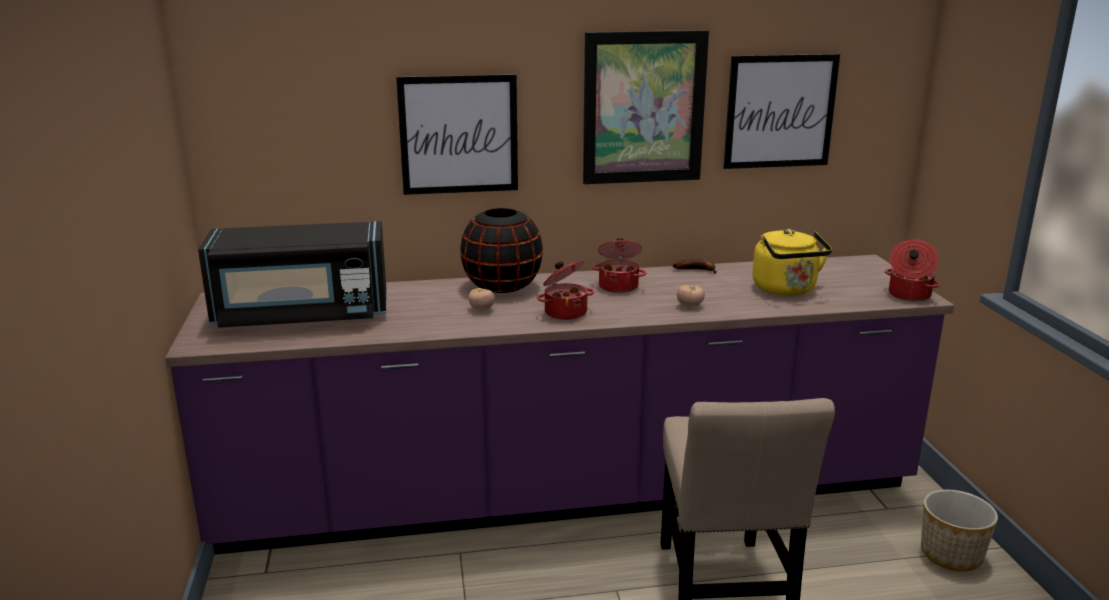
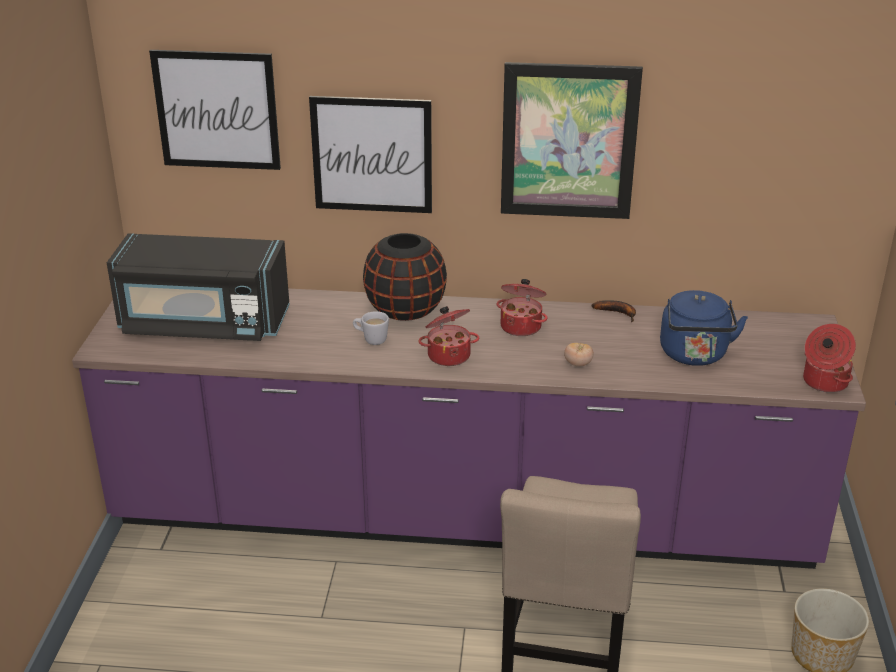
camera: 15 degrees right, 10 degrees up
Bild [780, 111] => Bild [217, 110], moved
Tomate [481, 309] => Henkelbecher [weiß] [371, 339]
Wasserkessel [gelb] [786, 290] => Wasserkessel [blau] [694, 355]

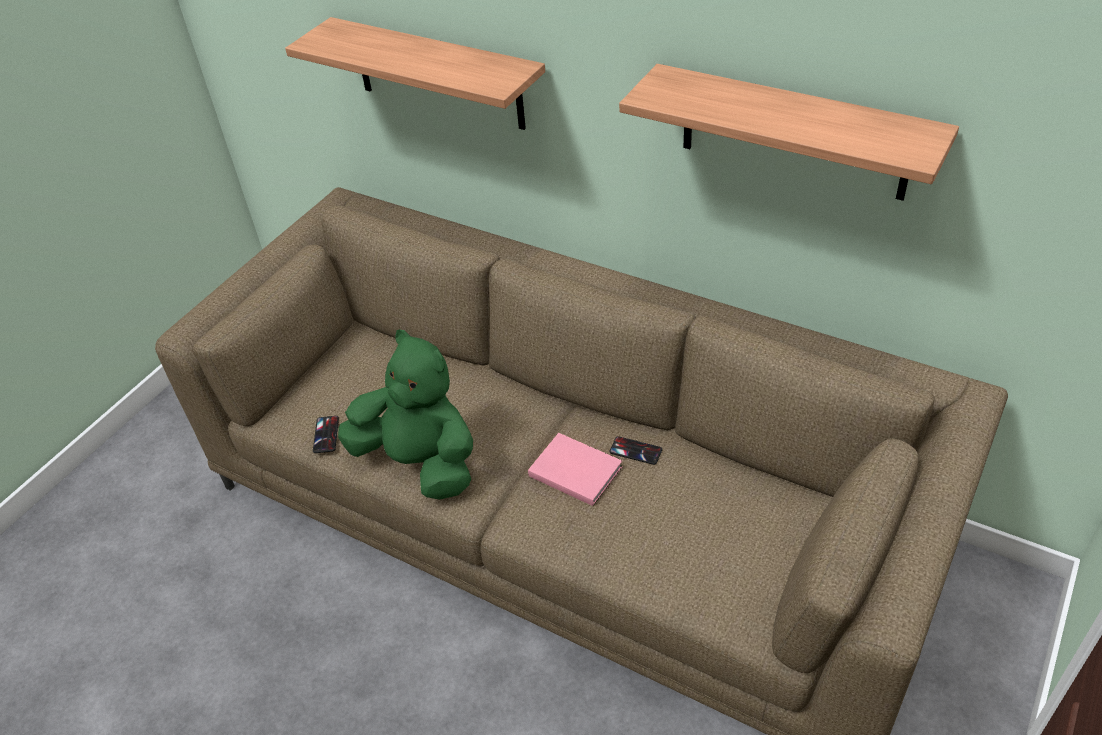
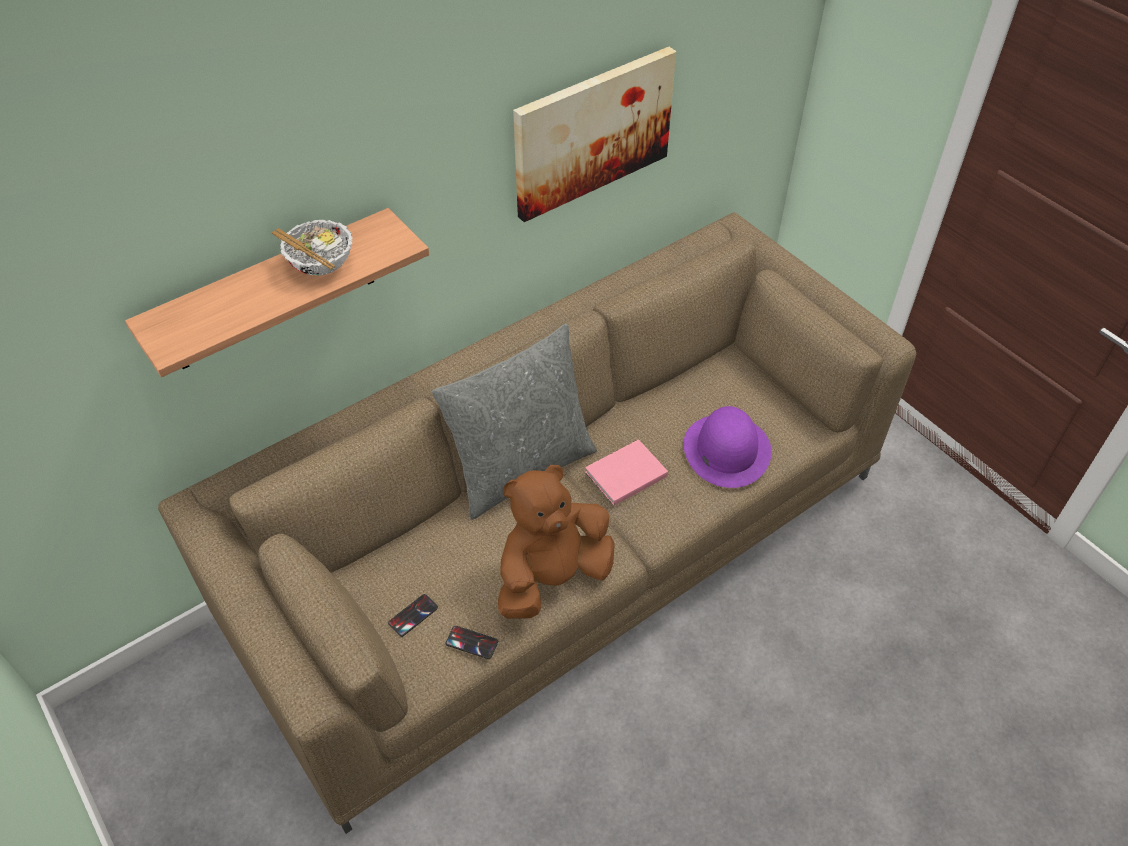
camera: 70 degrees left, 5 degrees up
nothing => Schüssel [320, 265]
Handy [635, 451] => Handy [413, 615], moved
nothing => Kissen [grau] [521, 467]
Plüschtier [grün] [420, 462] => Plüschtier [braun] [552, 577]
Wandregal [794, 133] => Bild [592, 132]
nothing => Hut [lila] [726, 449]

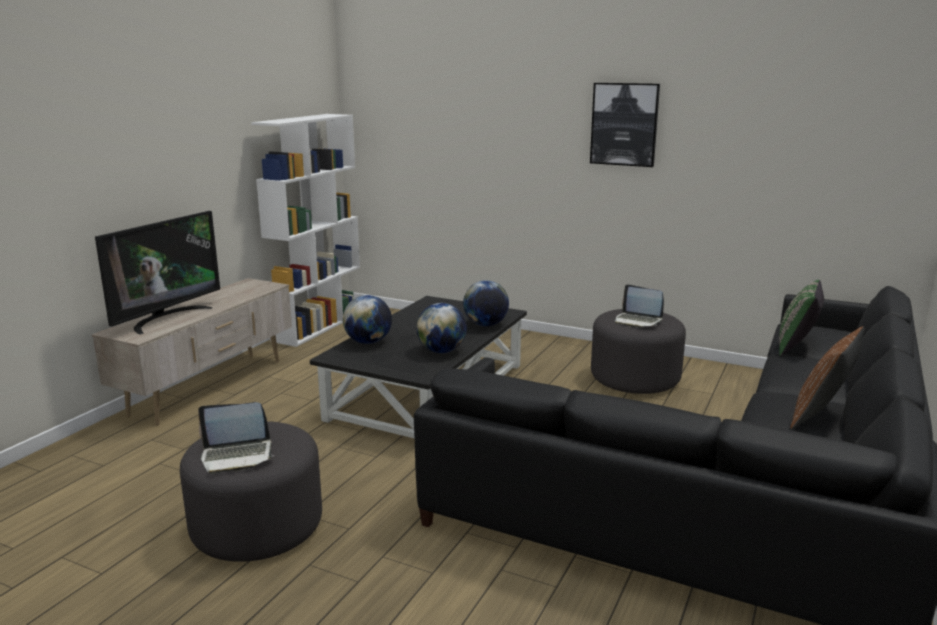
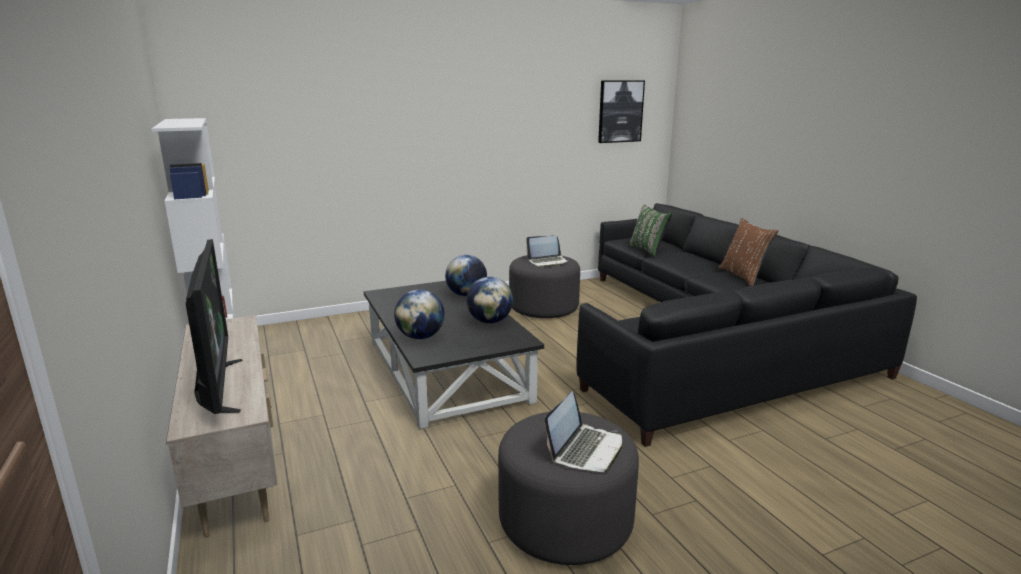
camera: 50 degrees left, 0 degrees up
Bild [624, 124] => Bild [620, 111], moved

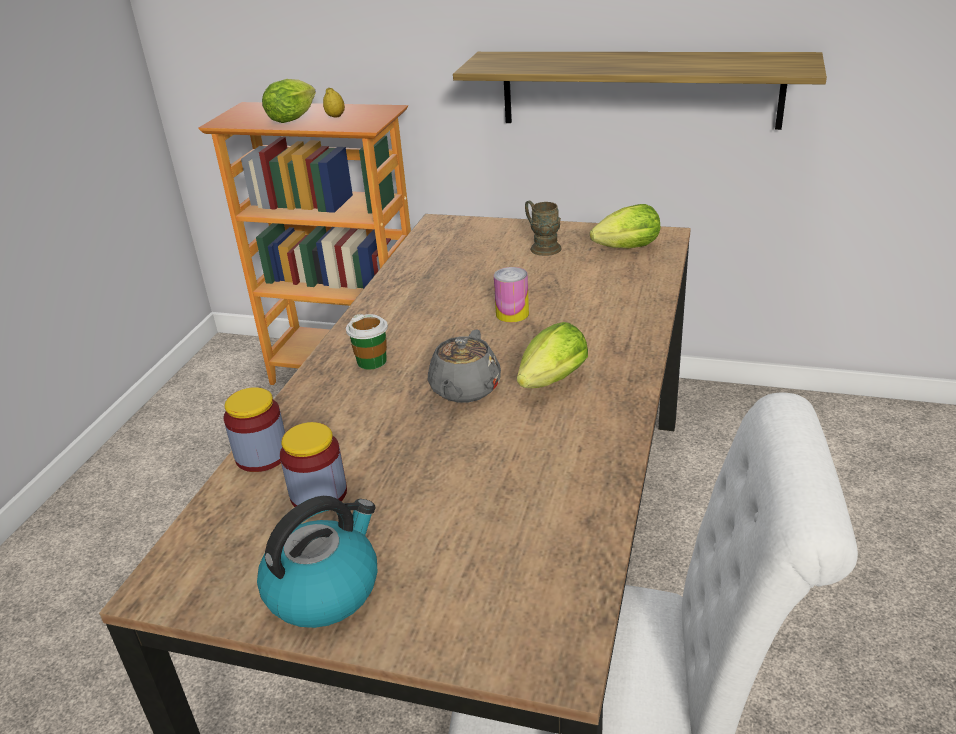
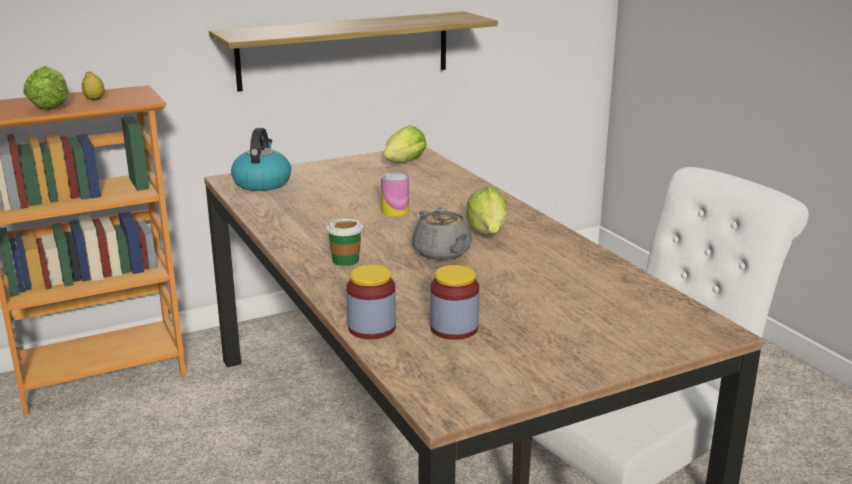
camera: 45 degrees left, 10 degrees down
Wasserkessel [324, 589] => Wasserkessel [262, 183], moved
Henkelbecher [braun] [541, 247] => nothing

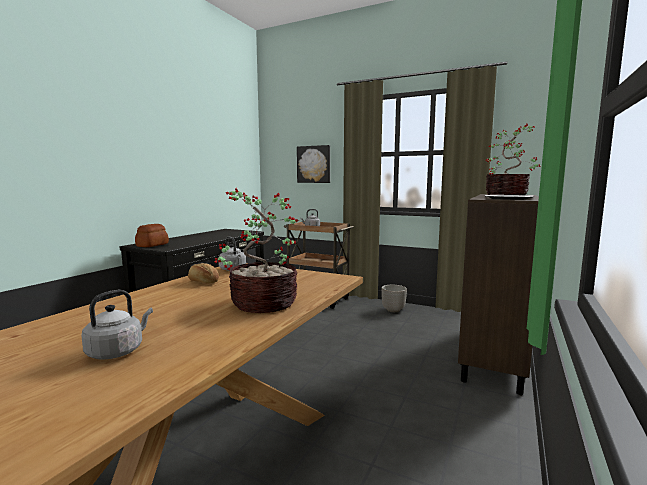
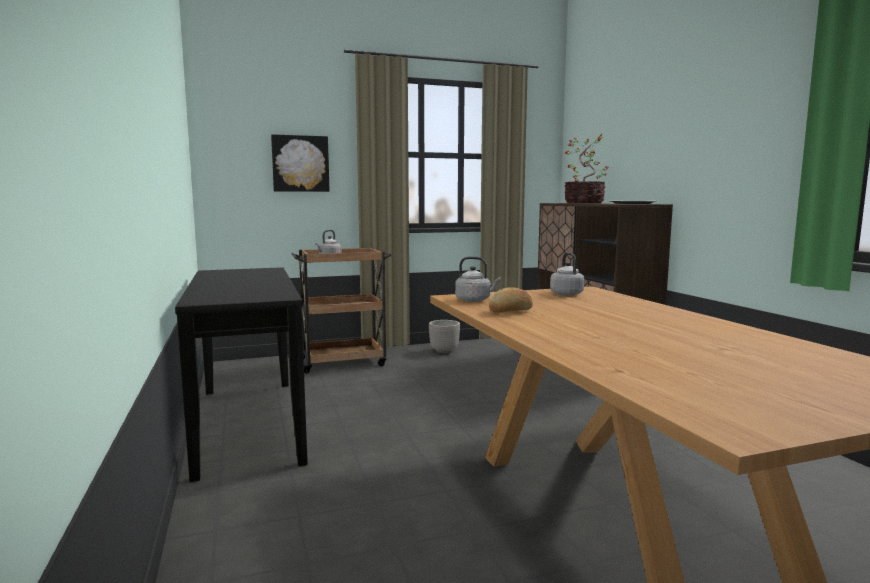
camera: 45 degrees left, 0 degrees up
Wasserkessel [grau] [118, 351] => Wasserkessel [grau] [565, 293], moved
Brot [152, 245] => nothing
Topfpflanze [261, 304] => nothing

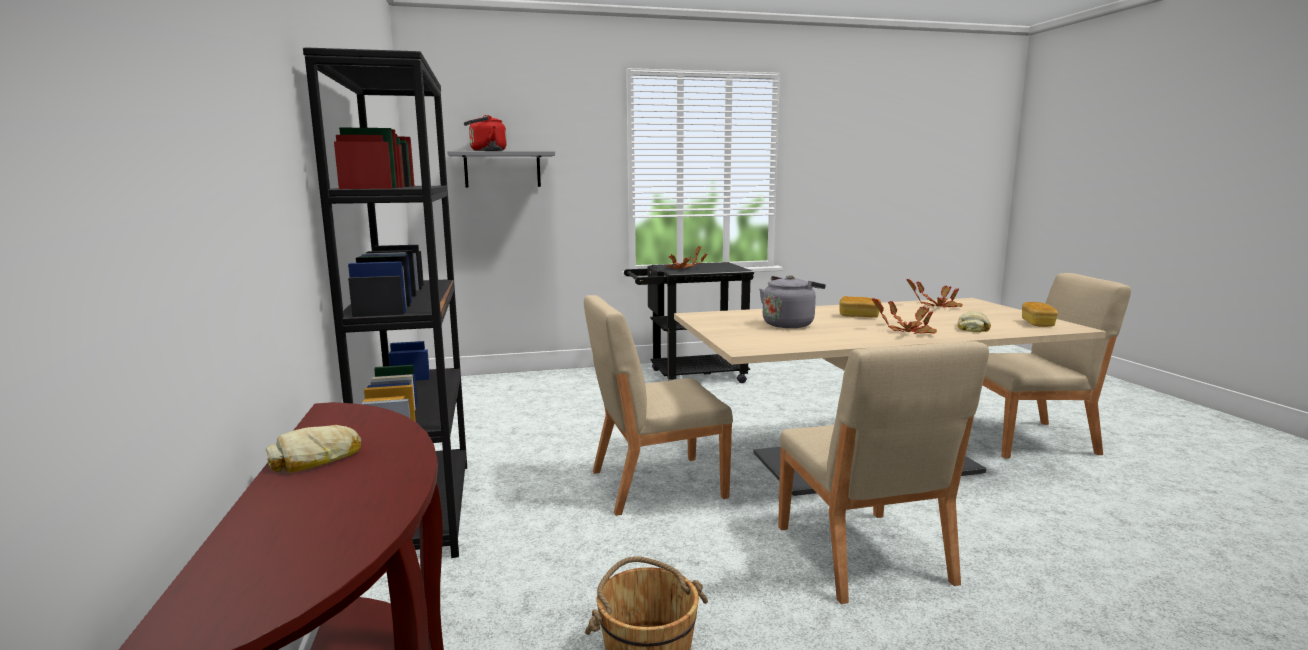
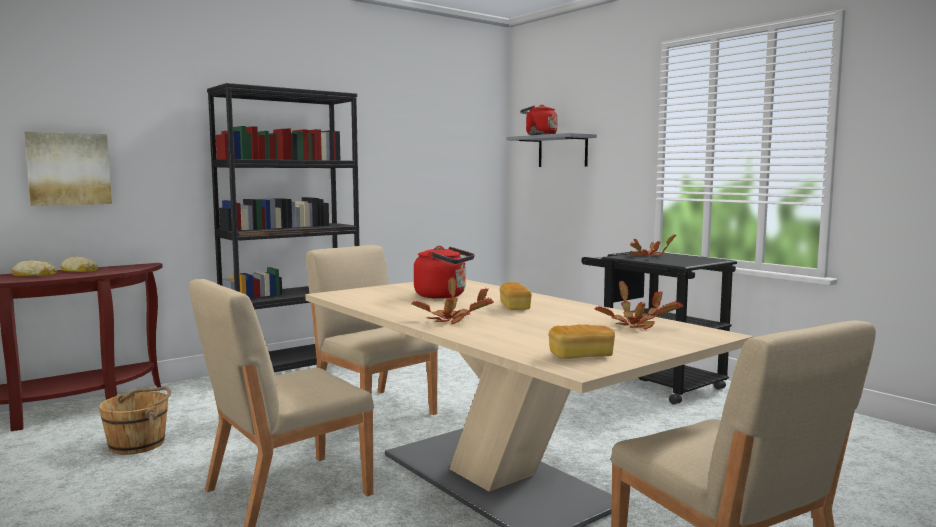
camera: 65 degrees right, 5 degrees down
Brot [973, 327] => Brot [34, 275], moved
nothing => Bild [69, 169]
Wasserkessel [grau] [789, 324] => Wasserkessel [rot] [443, 296]

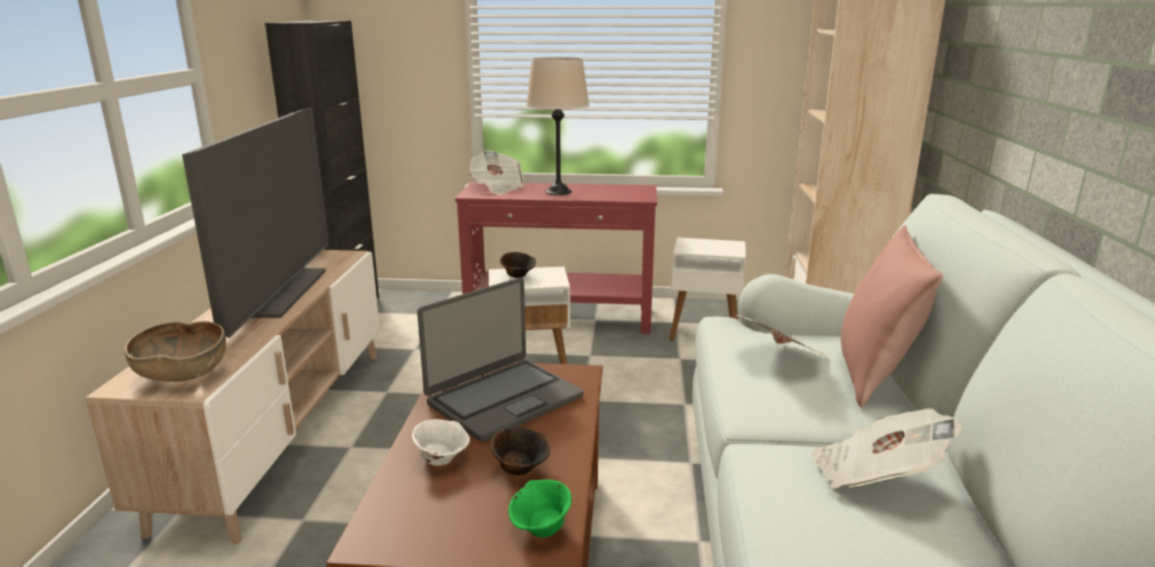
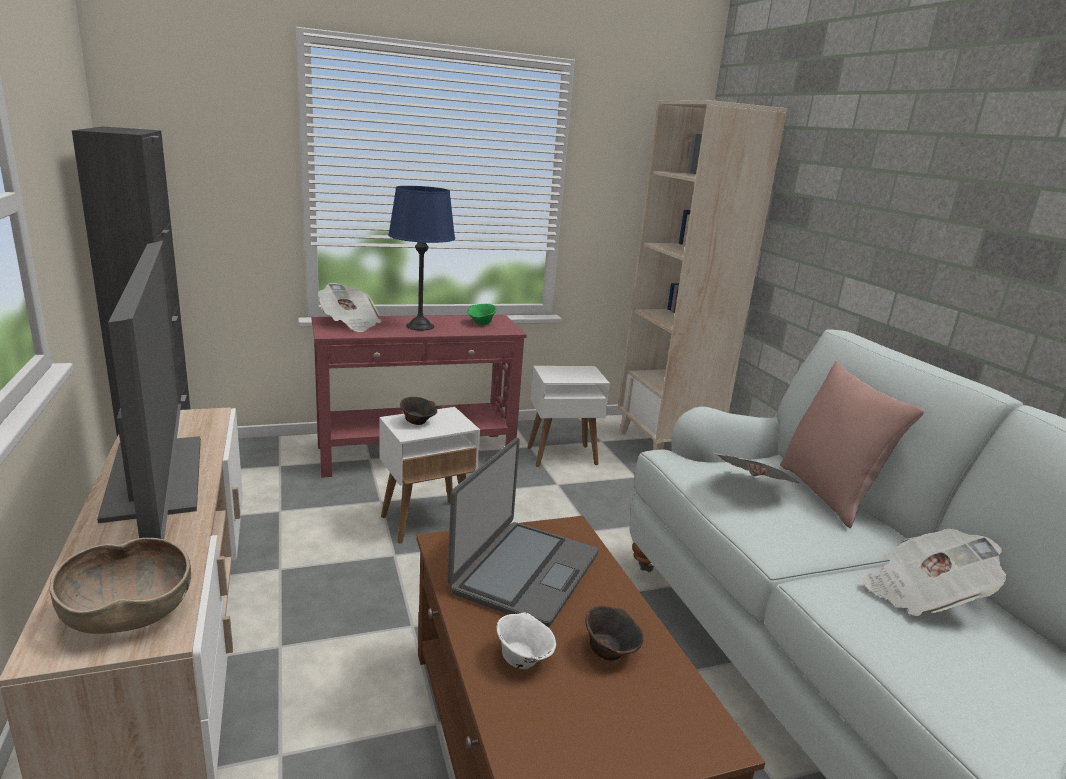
camera: 25 degrees left, 0 degrees up
Tischlampe [beige] [558, 192] => Tischlampe [blau] [420, 326]
Schüssel [grün] [541, 529] => Schüssel [grün] [481, 324], moved

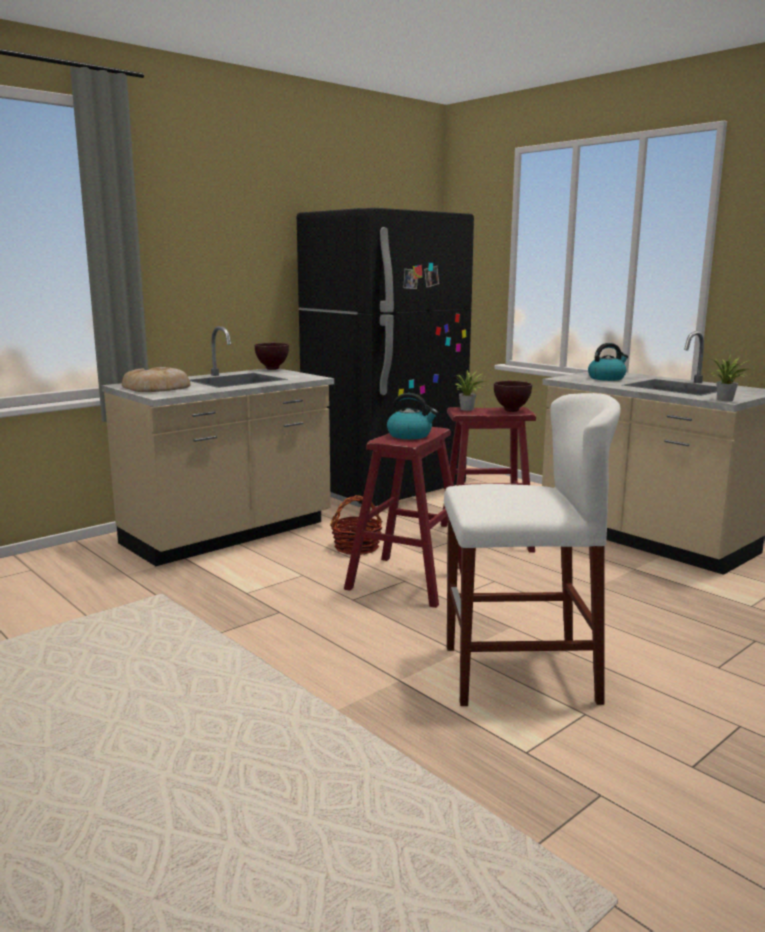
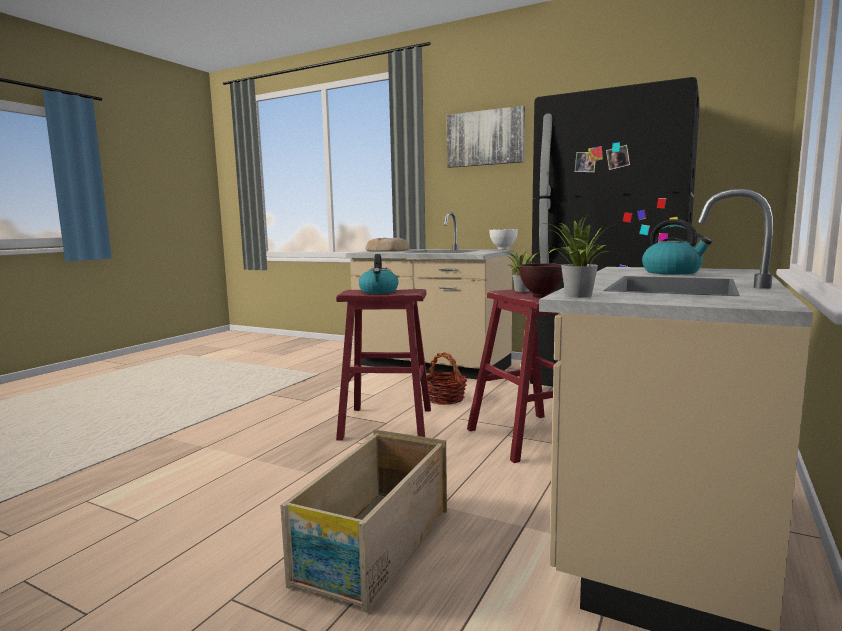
camera: 70 degrees right, 5 degrees down
nothing => Kiste [374, 546]
nothing => Bild [485, 138]
Schüssel [braun] [272, 369] => Schüssel [weiß] [503, 249]
Hocker [weiß] [519, 674] => nothing

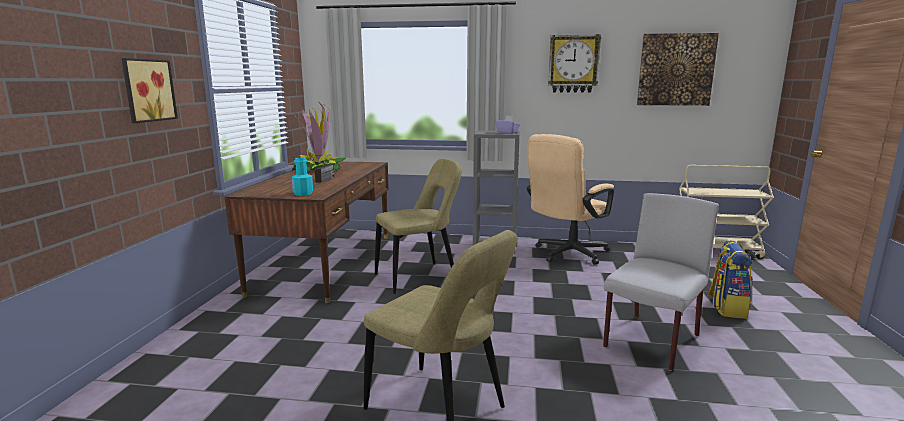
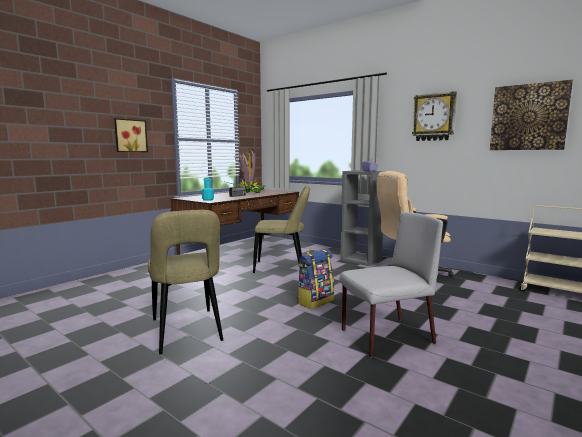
camera: 30 degrees right, 5 degrees down
Rucksack [726, 308] => Rucksack [315, 301], moved

